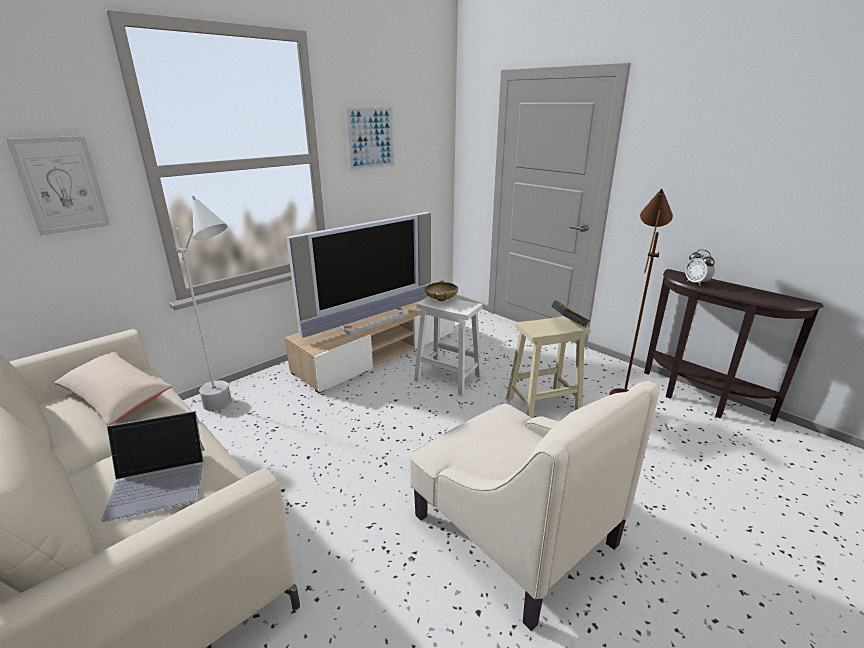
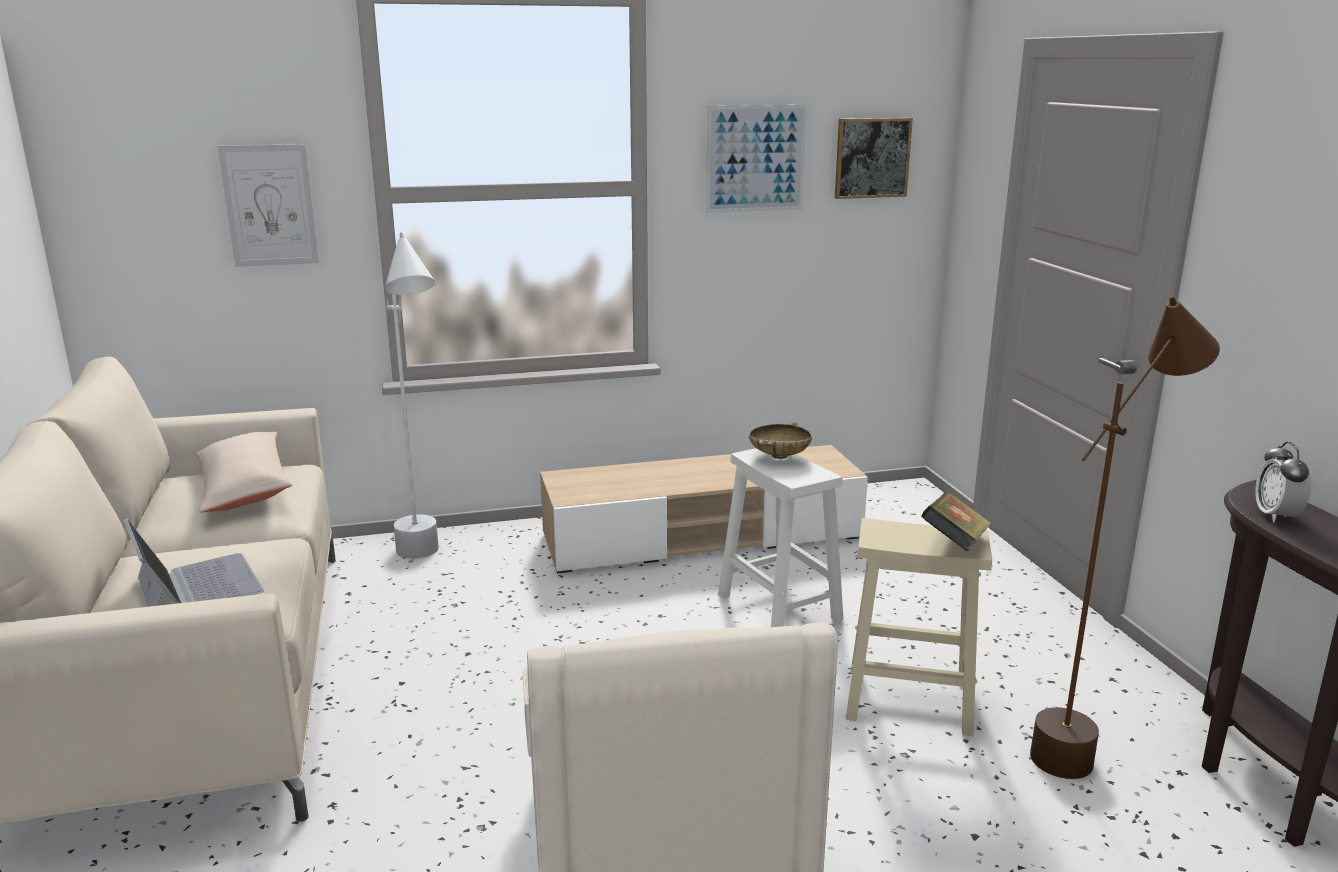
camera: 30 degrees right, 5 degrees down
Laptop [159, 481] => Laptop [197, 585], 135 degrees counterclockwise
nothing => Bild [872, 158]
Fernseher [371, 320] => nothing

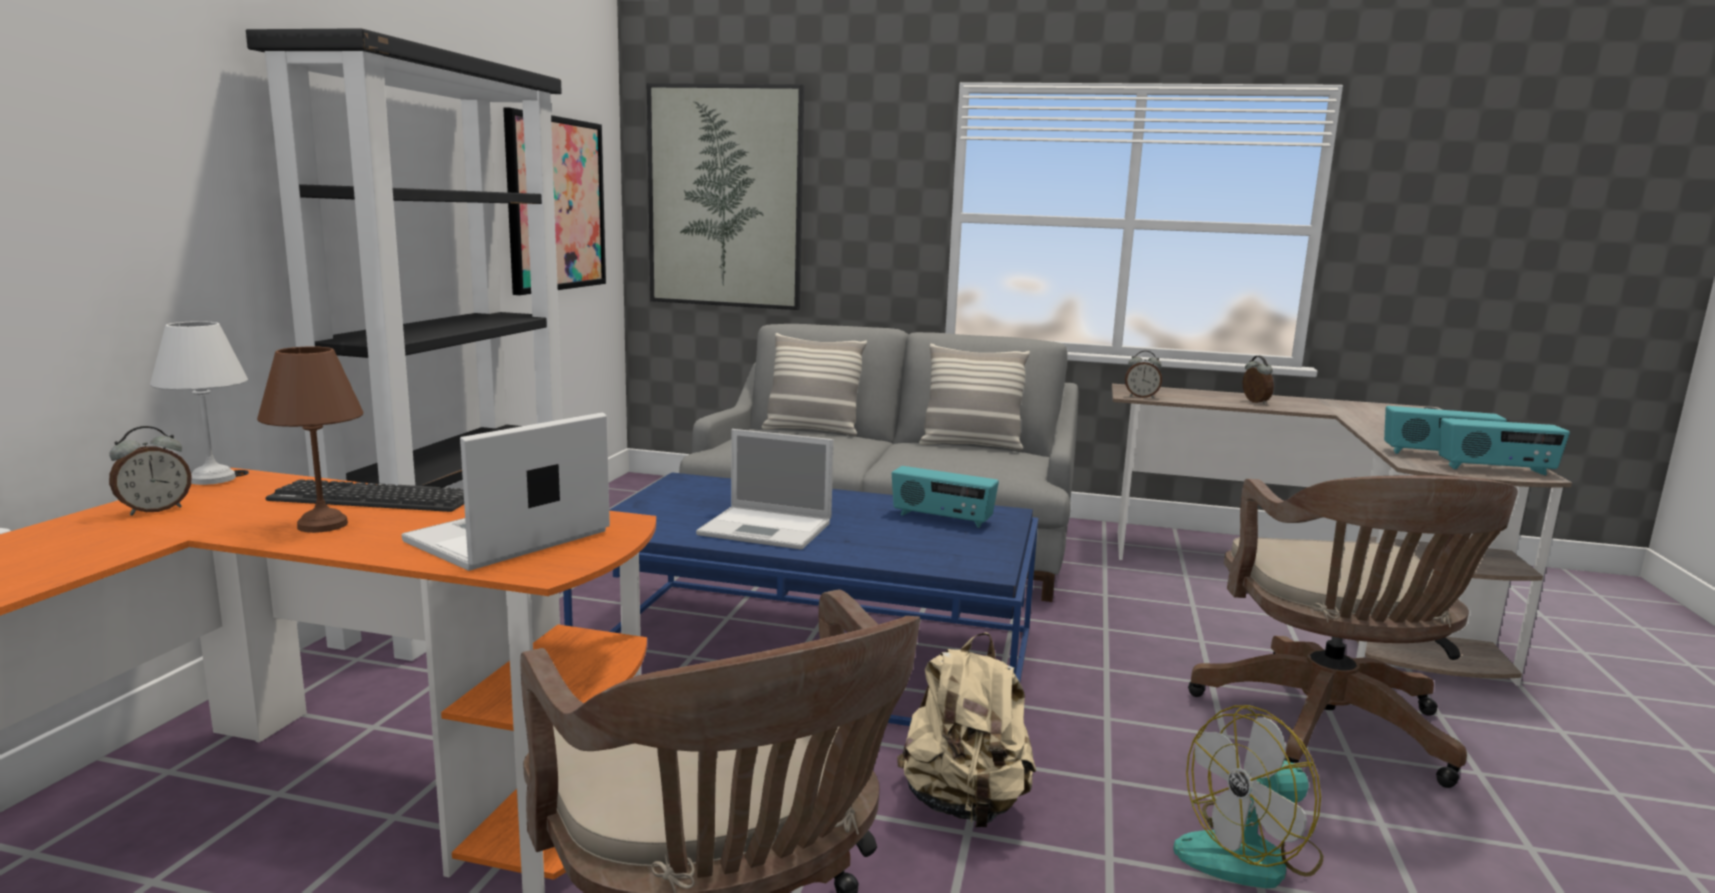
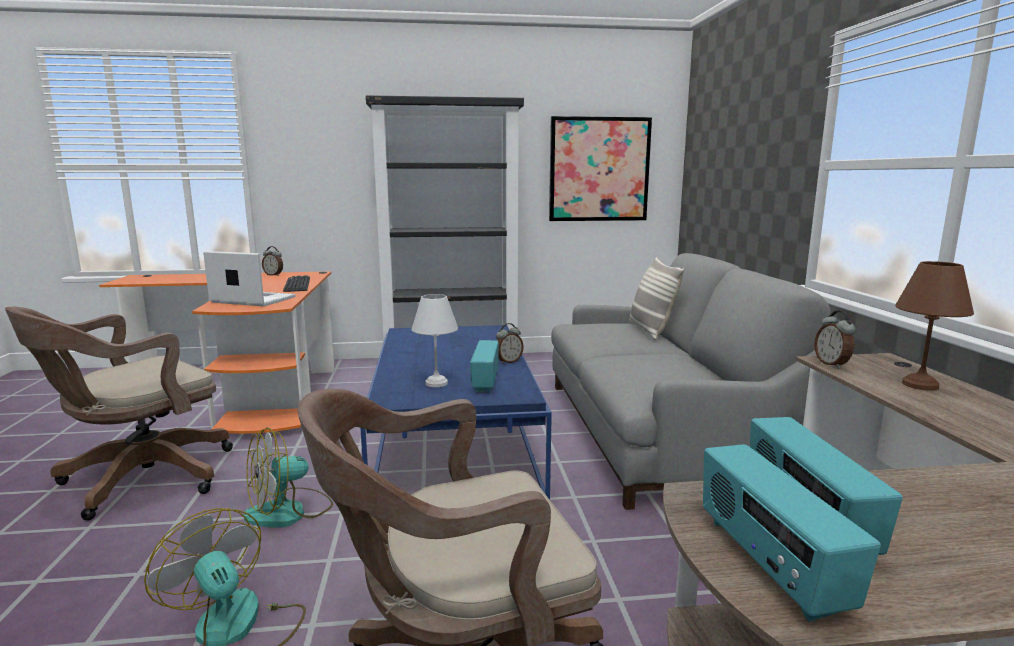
camera: 70 degrees right, 0 degrees up
Rucksack [beige] [964, 804] => Ventilator [289, 512]
Tischlampe [weiß] [215, 479] => Tischlampe [weiß] [437, 383], moved
Wecker [1254, 402] => Wecker [508, 362], moved
Tischlampe [braun] [322, 524] => Tischlampe [braun] [920, 384], moved
Bild [725, 197] => nothing
Laptop [768, 529] => nothing
Kissen [971, 445] => nothing

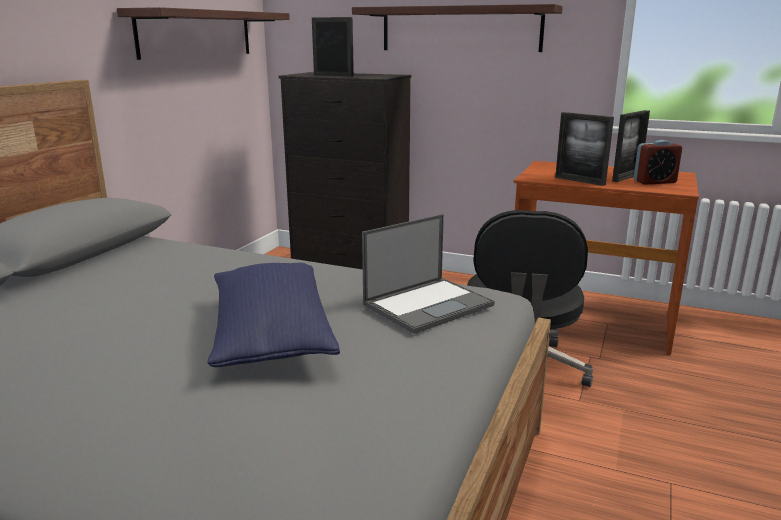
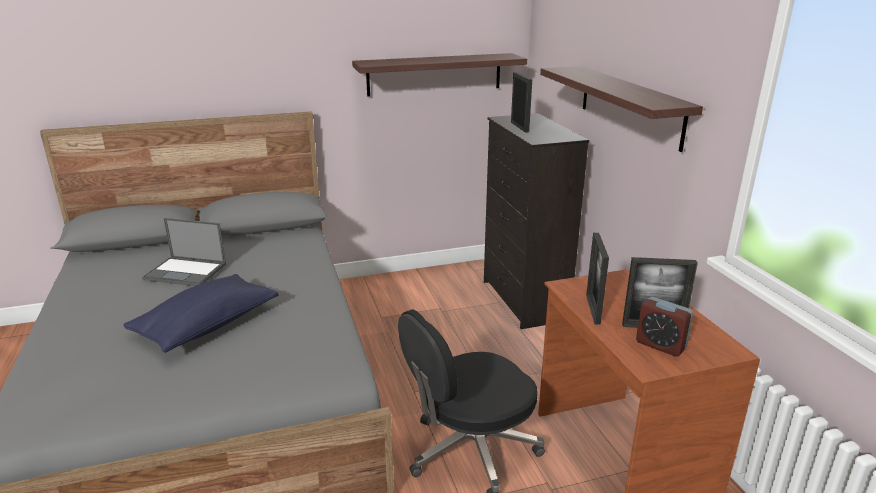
camera: 50 degrees right, 5 degrees up
Laptop [429, 304] => Laptop [186, 272], moved

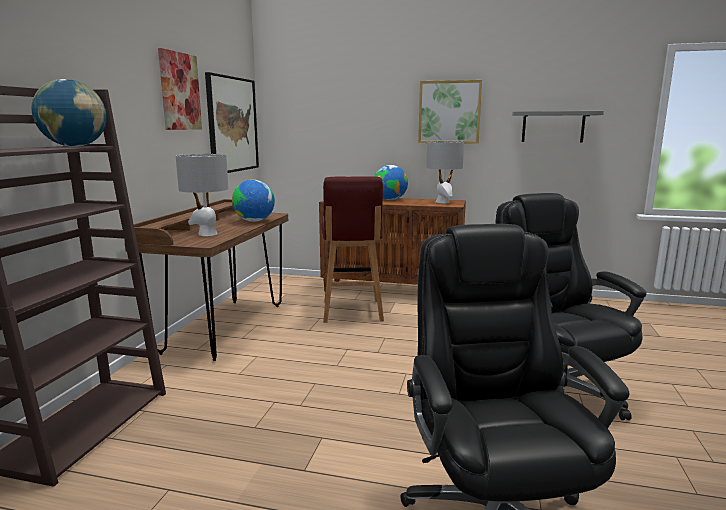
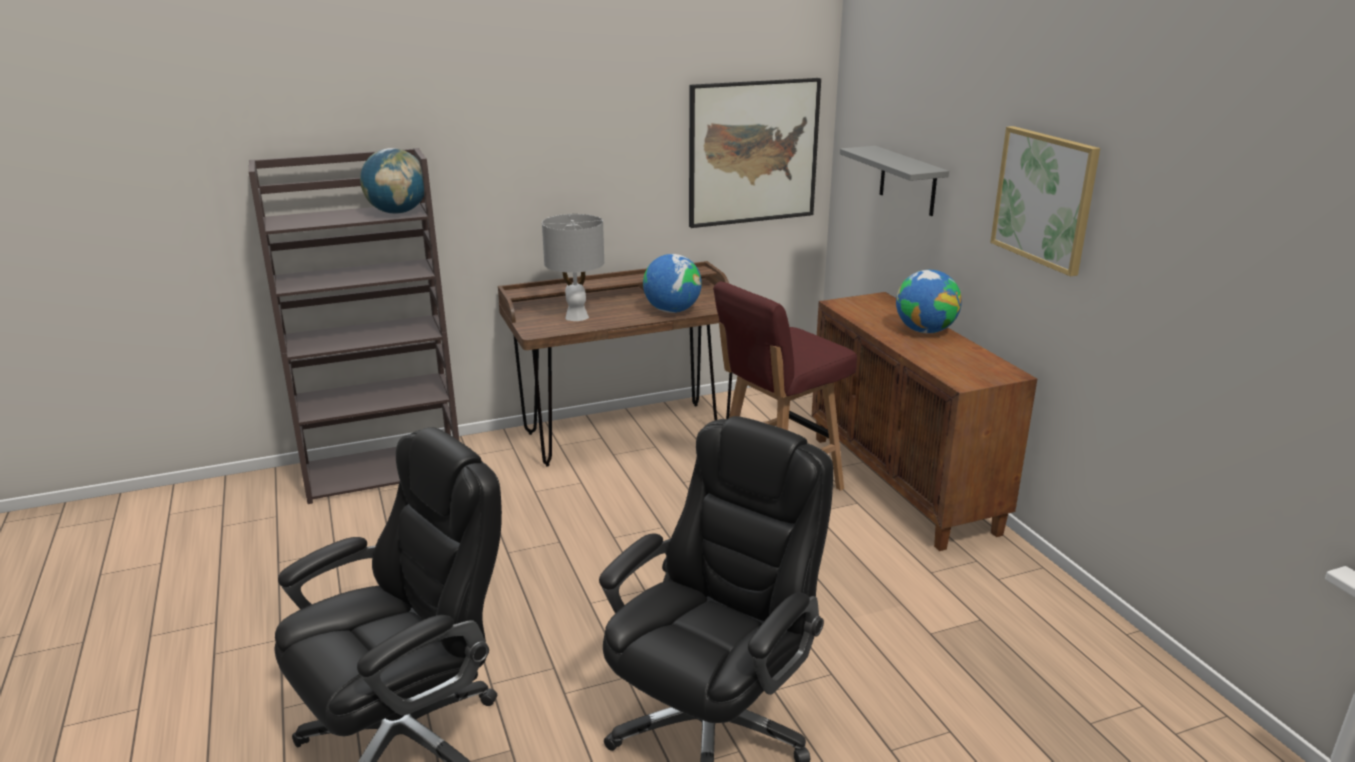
camera: 55 degrees right, 10 degrees up
Wandregal [grau] [553, 127] => Wandregal [grau] [908, 181], moved
Bild [179, 91] => nothing
Tischlampe [grau] [443, 202] => nothing

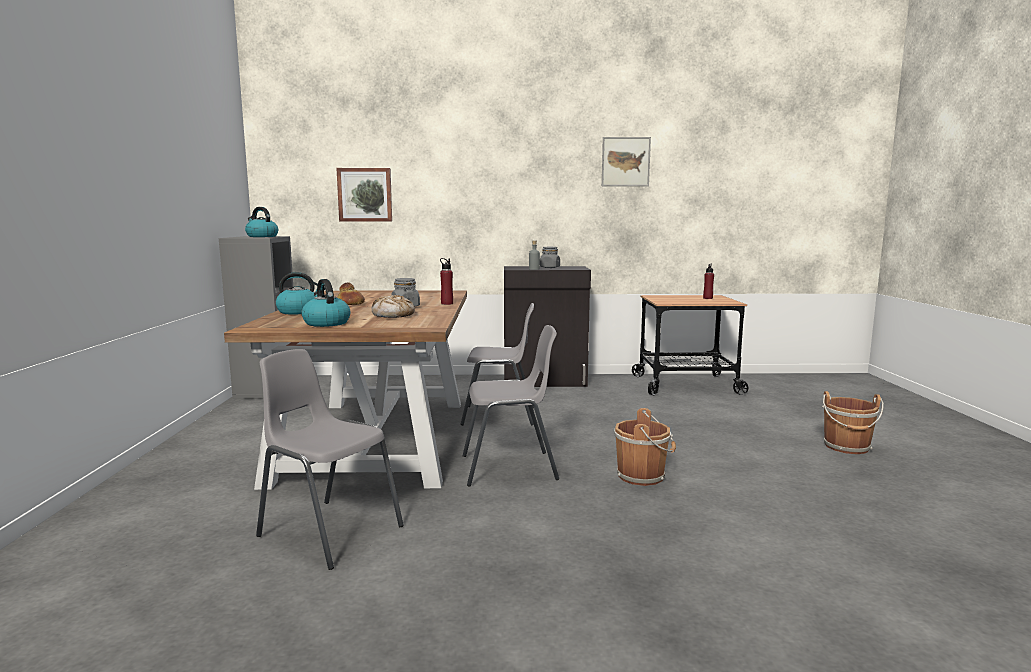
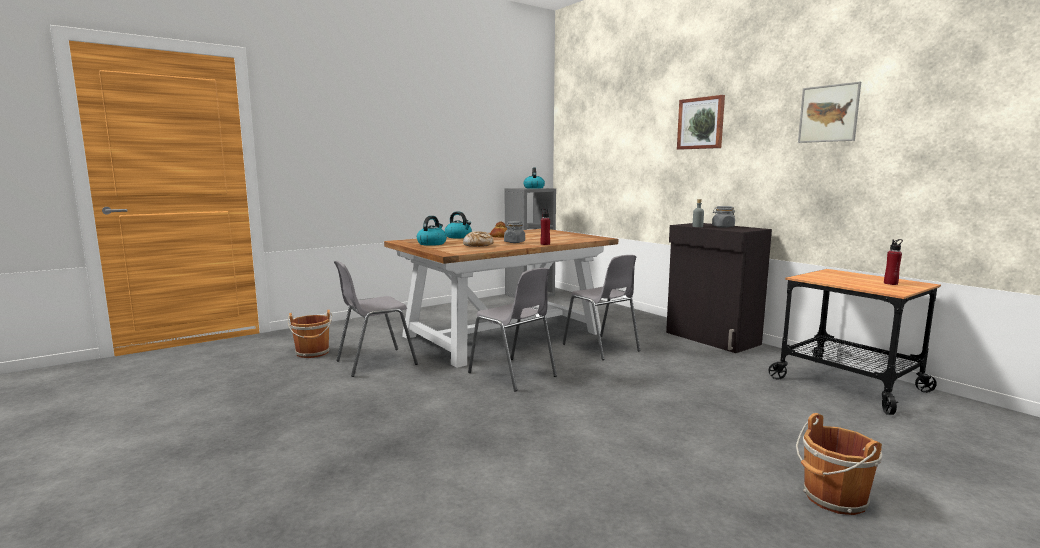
camera: 55 degrees right, 0 degrees up
Eimer [braun] [643, 476] => Eimer [braun] [313, 353], moved
Stuhl [grau] [329, 531] => Stuhl [grau] [375, 362], 120 degrees counterclockwise
Bild [365, 195] => Bild [701, 123], moved

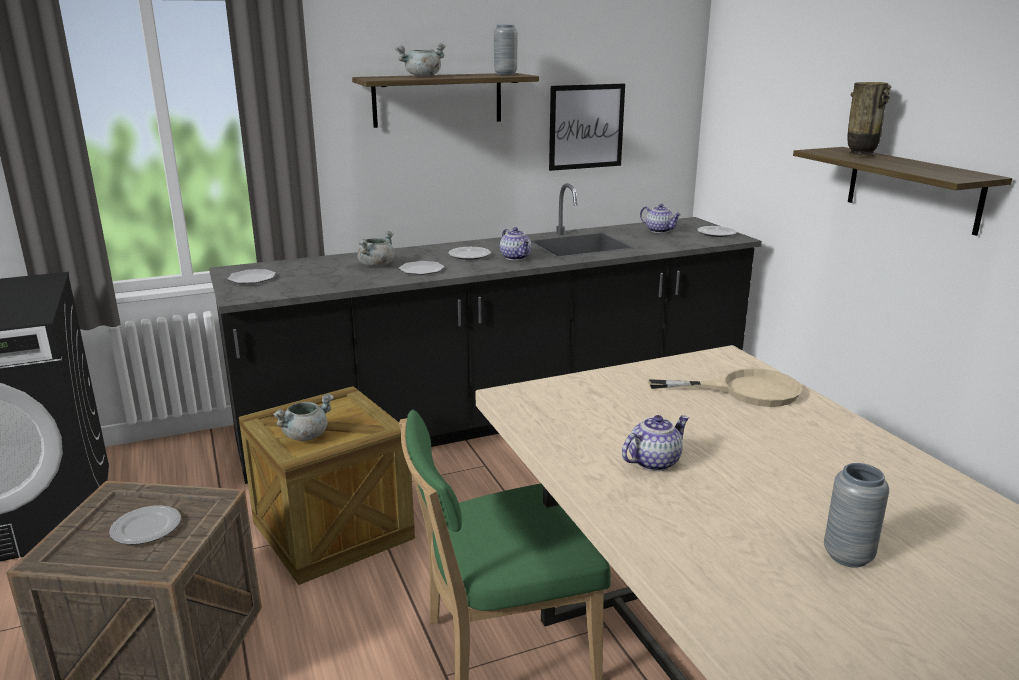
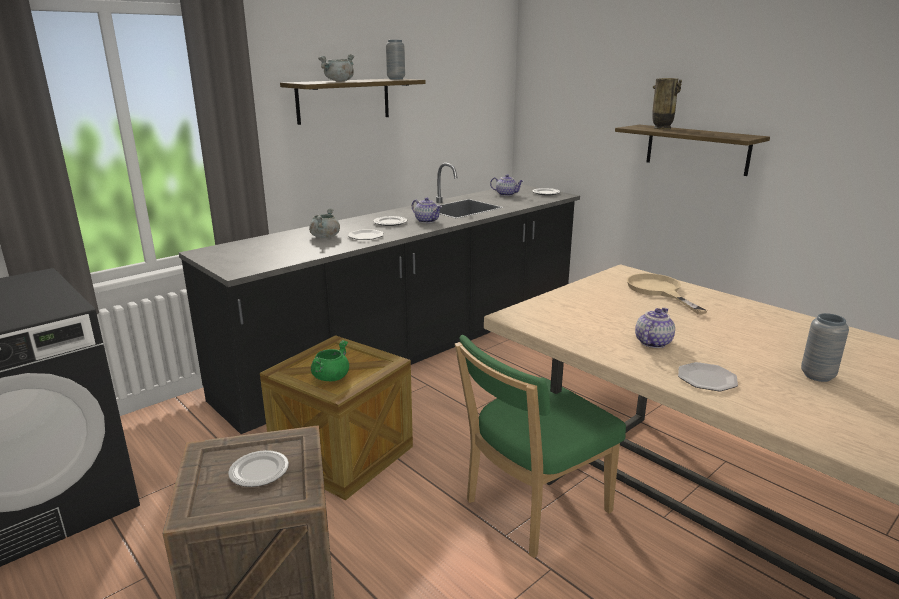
camera: 20 degrees left, 0 degrees up
Kochtopf [grau] [305, 435] => Kochtopf [grün] [330, 377]
Pfanne [beige] [745, 391] => Pfanne [beige] [658, 291], 90 degrees counterclockwise
Teller [252, 278] => Teller [706, 379], moved
Bild [586, 126] => nothing

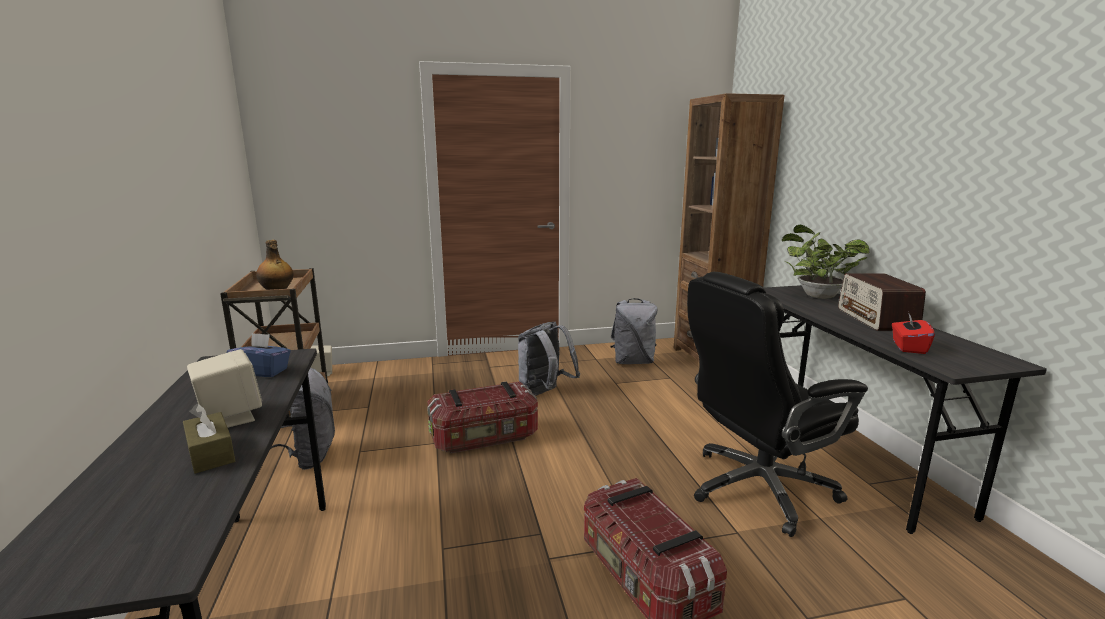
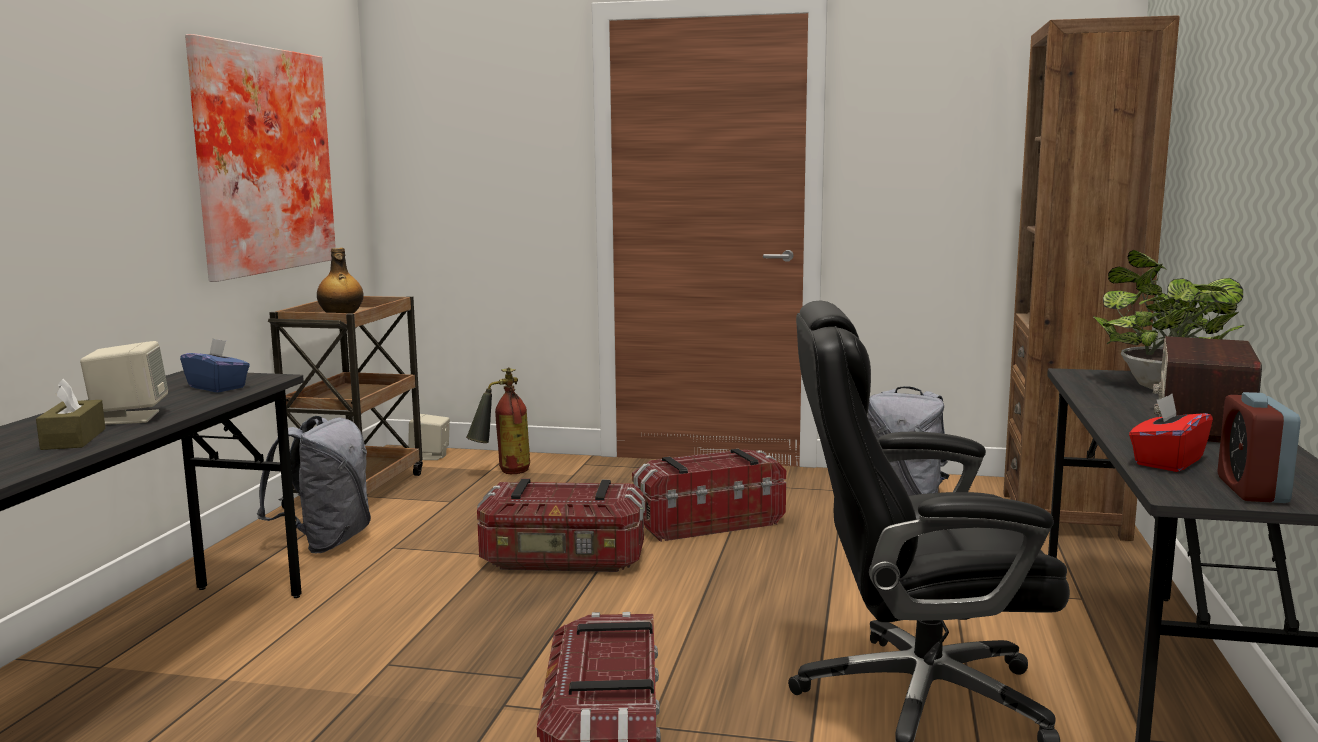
camera: 25 degrees right, 5 degrees down
nothing => Bild [259, 160]
nothing => Feuerlöscher [502, 473]
Rucksack [grau] [544, 394] => Aufbewahrungsbox [707, 523]
nothing => Wecker [1252, 490]

